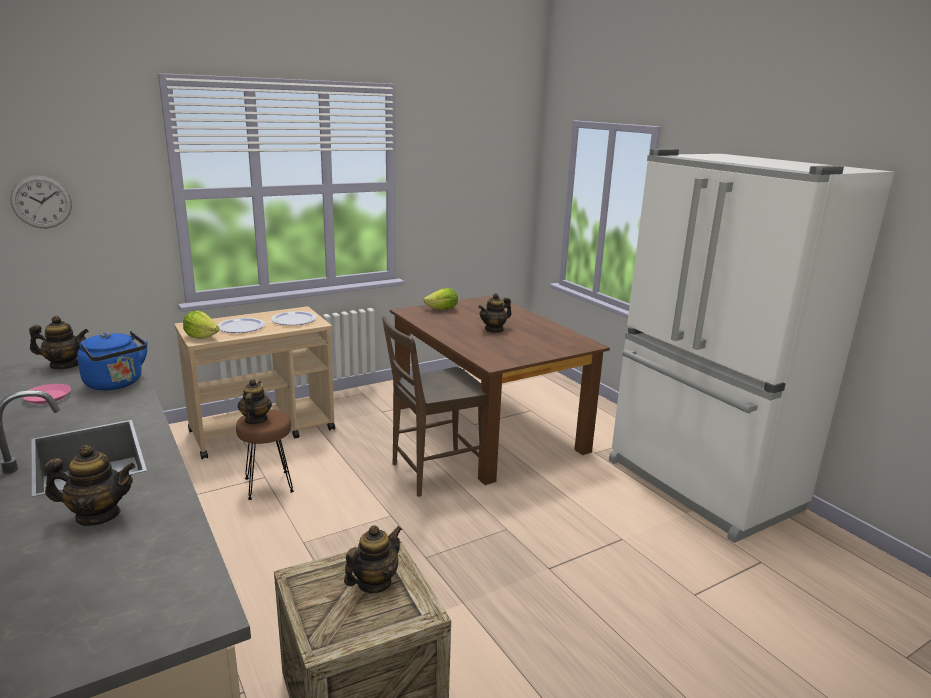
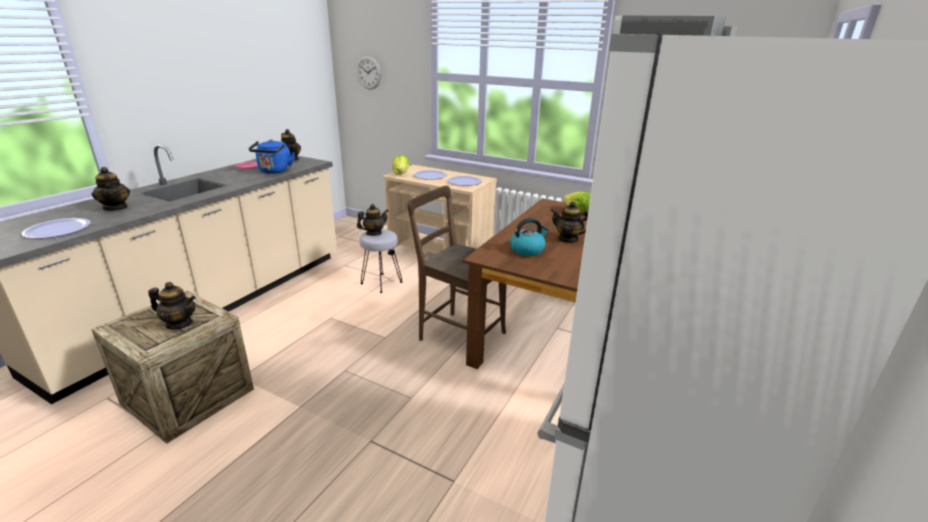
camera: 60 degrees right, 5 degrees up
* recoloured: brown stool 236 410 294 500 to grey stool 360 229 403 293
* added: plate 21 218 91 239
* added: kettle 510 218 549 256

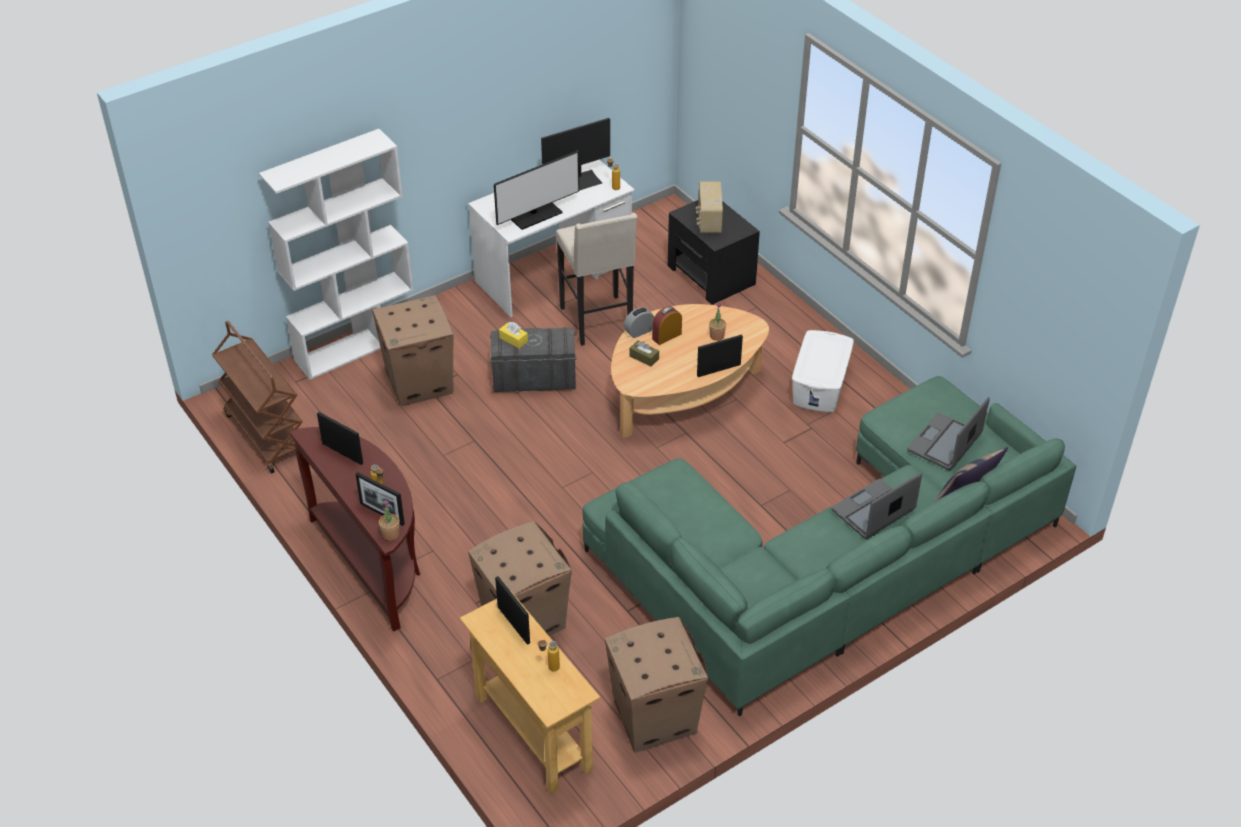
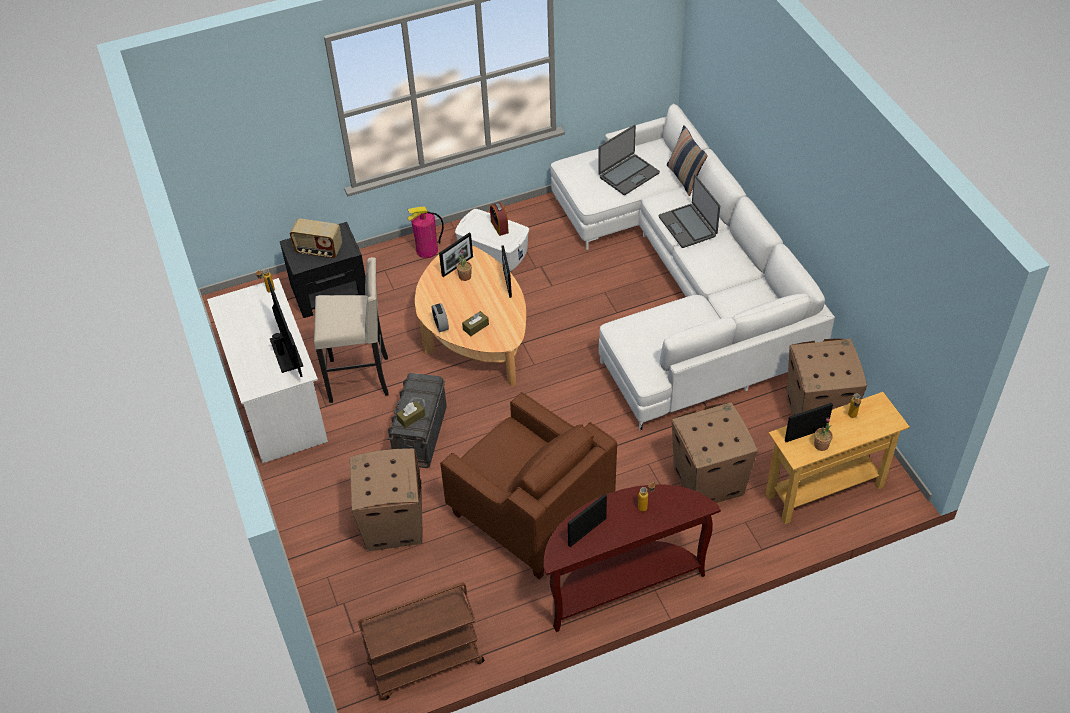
camera: 75 degrees left, 5 degrees up
* removed: white bookcase 259 129 414 380
* moved: picture frame 356 472 405 526 to 439 232 473 277
* moved: potted plant 379 499 399 541 to 814 417 833 451
* recoloured: yellow tissue box 499 322 528 348 to brown tissue box 396 401 425 428
* removed: monitor 541 118 610 191
* recoloured: green sofa 583 376 1076 717 to white sofa 550 104 835 430
* moved: alarm clock 652 306 682 345 to 490 202 509 236
* turned: laptop 907 397 990 470 = 598 125 660 195 90 degrees counterclockwise
* added: fire extinguisher 407 206 444 258
* added: brown armchair 440 392 617 579

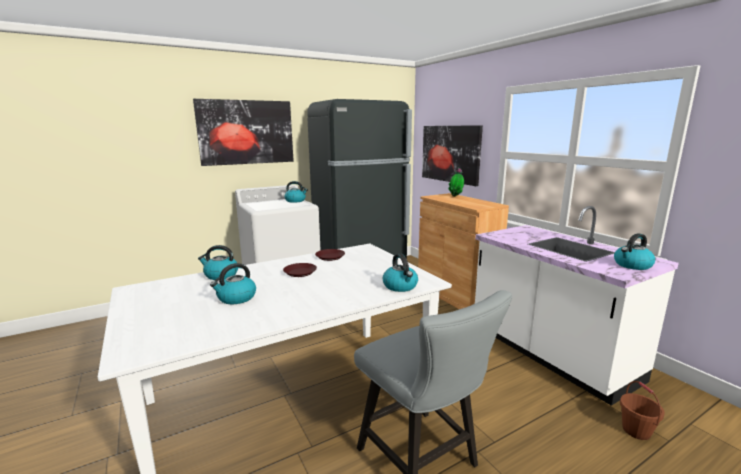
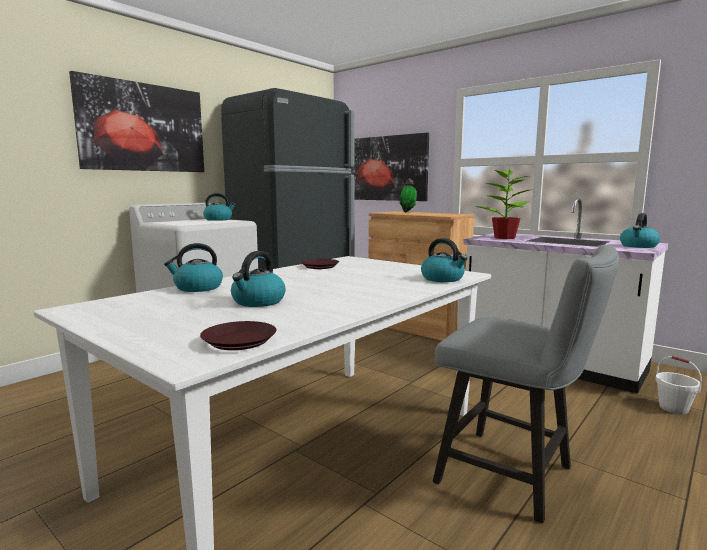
camera: 20 degrees left, 5 degrees down
* moved: brown plate 283 263 317 277 to 200 321 276 350
* recoloured: brown bucket 620 381 665 440 to white bucket 655 356 702 415
* added: potted plant 474 167 533 239

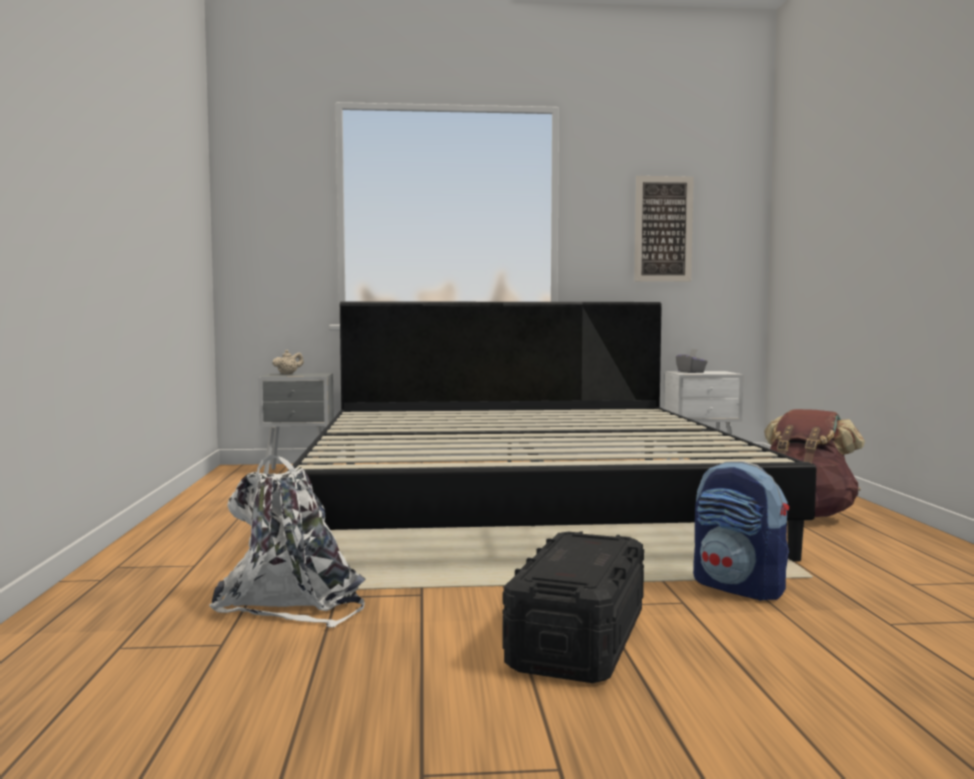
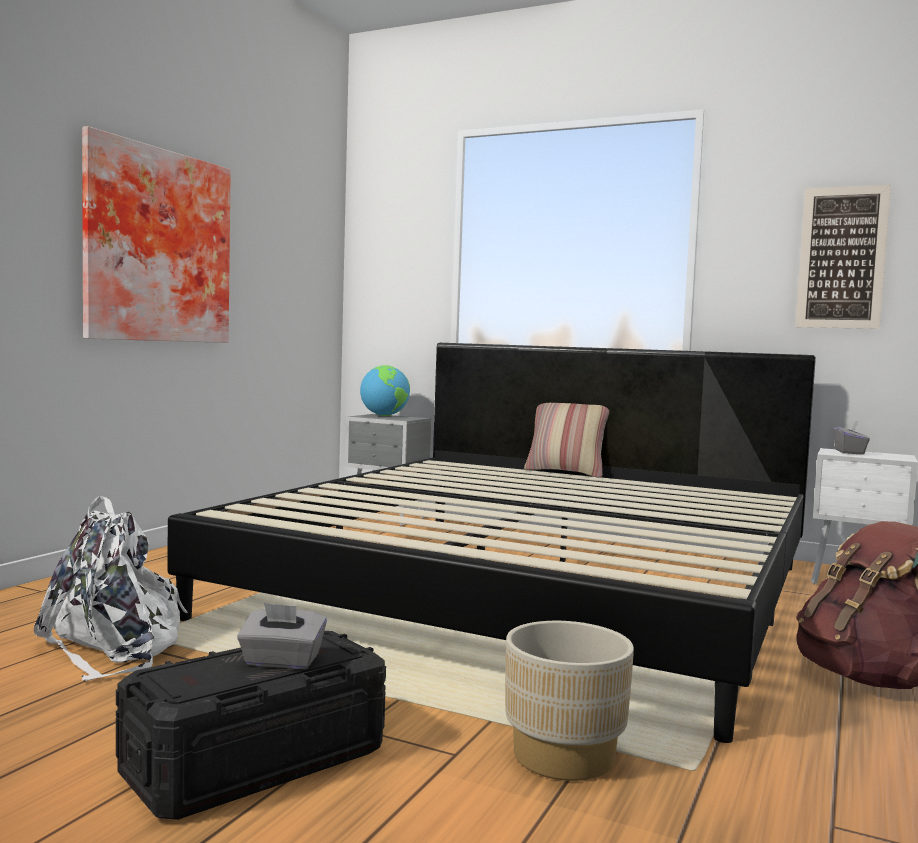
camera: 30 degrees right, 0 degrees up
* replaced: beige teapot 272 350 304 374 to globe 360 365 410 416
* replaced: backpack 693 461 789 601 to beige planter 505 621 634 781
* added: picture 82 126 231 343
* added: grey tissue box 237 603 327 669
* added: pillow 524 403 609 478

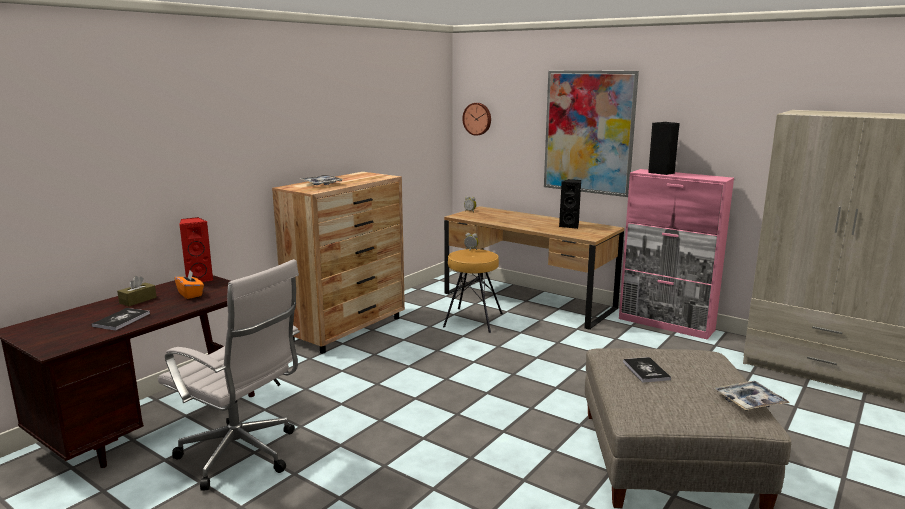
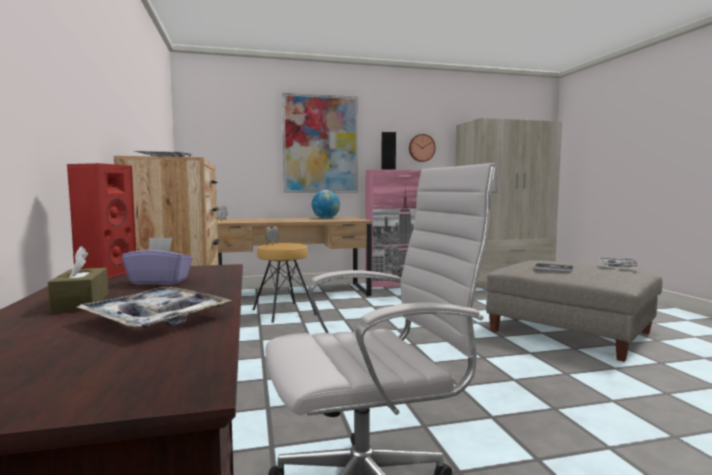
camera: 50 degrees left, 10 degrees down
* replaced: book 92 308 150 330 to tray 77 287 232 328
* recoloured: orange tissue box 174 270 204 299 to purple tissue box 122 237 193 285
* moved: wall clock 462 103 491 136 to 409 134 436 162
* replaced: black speaker 559 179 581 229 to globe 312 190 340 219

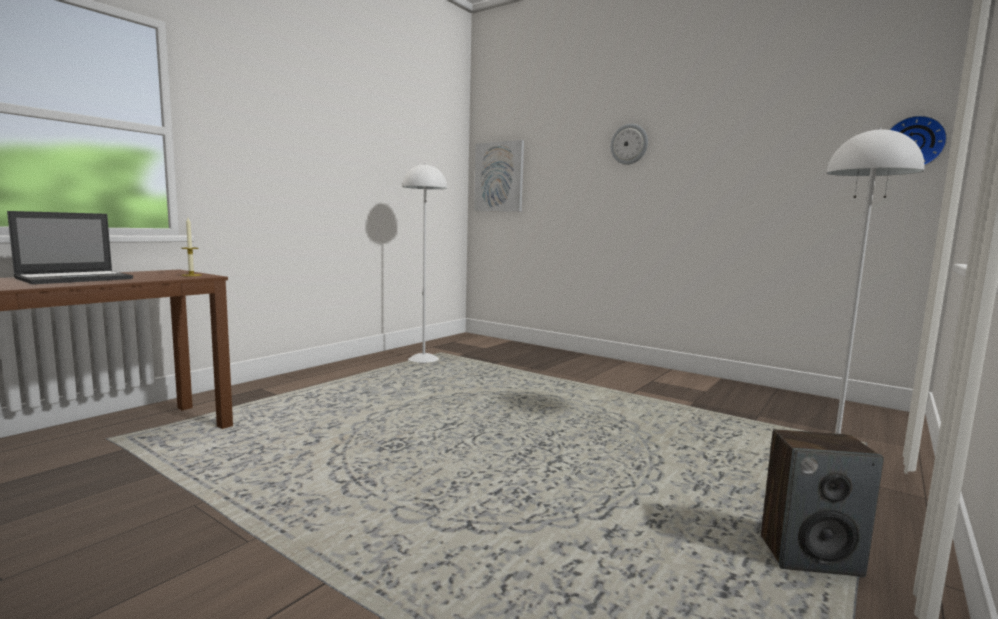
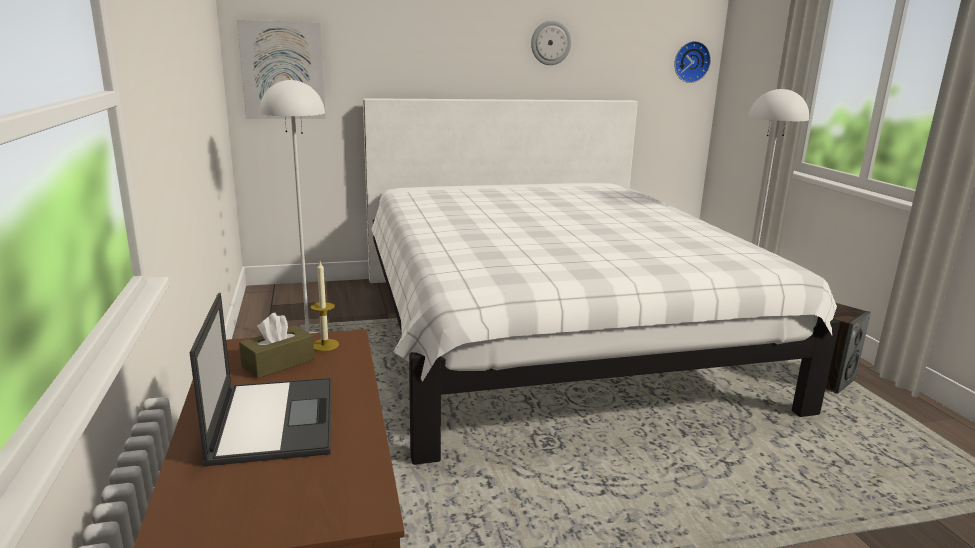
camera: 50 degrees left, 10 degrees up
* moved: wall clock 610 124 648 165 to 531 20 571 65
* added: brown tissue box 239 313 315 379
* added: white bed 363 98 840 465

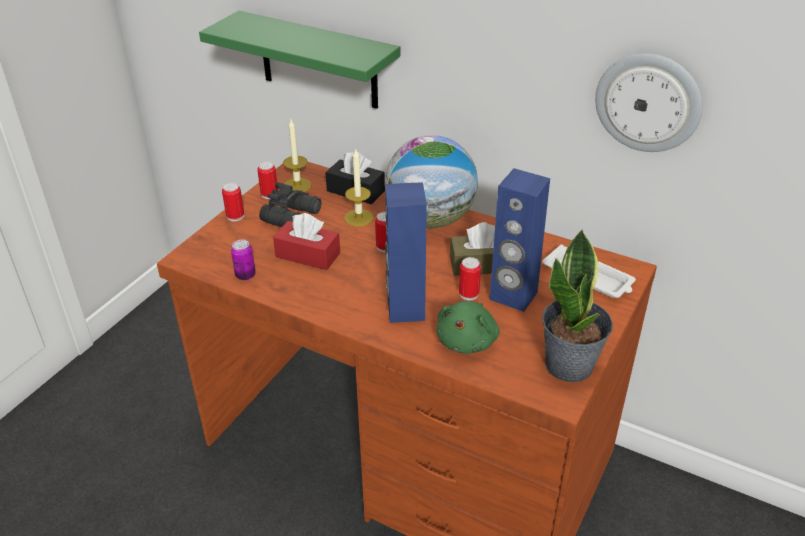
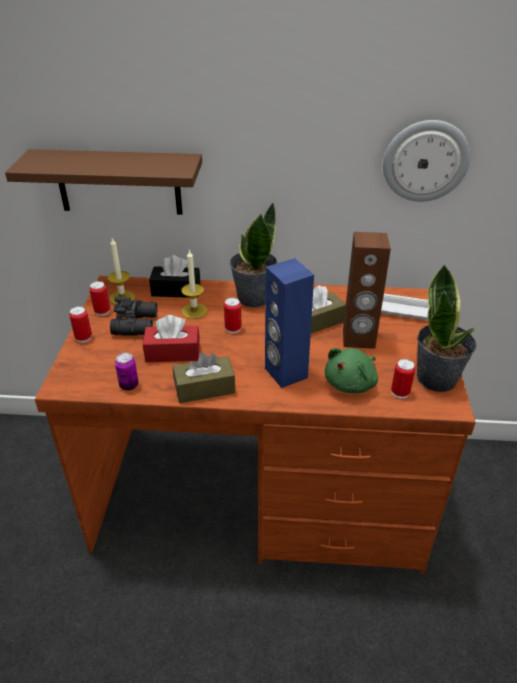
camera: 25 degrees left, 0 degrees up
* recoloured: green shelf 199 11 400 109 to brown shelf 5 149 202 215
* replaced: globe 385 135 478 228 to potted plant 230 202 278 308
* turned: green plush toy 436 301 499 354 = 325 348 378 393 45 degrees clockwise
* moved: can 459 257 481 300 to 391 359 415 398
* recoloured: blue speaker 489 168 550 312 to brown speaker 343 232 391 349
* added: brown tissue box 173 352 235 403

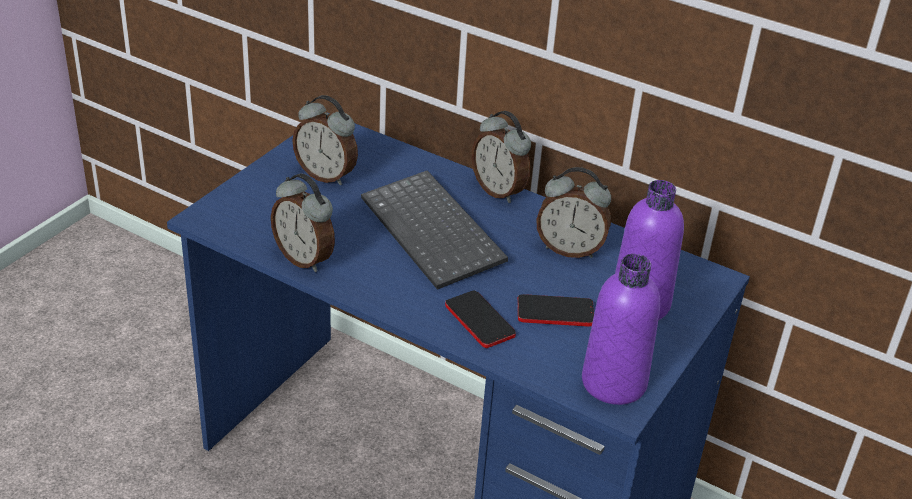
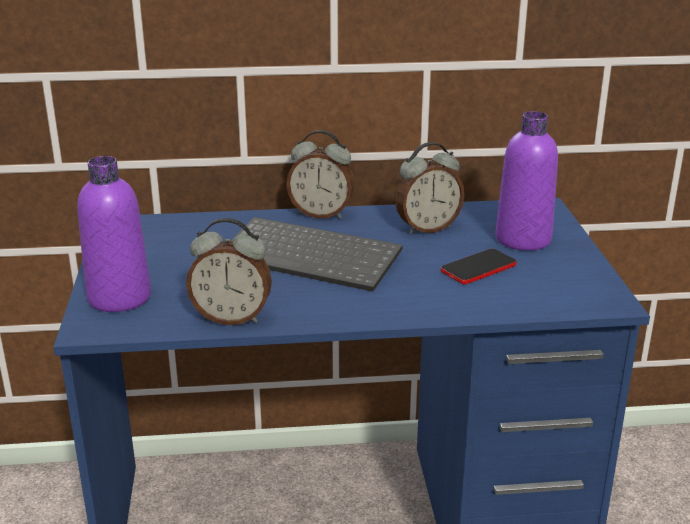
camera: 35 degrees left, 10 degrees down
* removed: alarm clock 292 95 358 185
* removed: phone 445 290 516 348
* moved: purple bottle 582 254 660 405 to 77 156 151 312

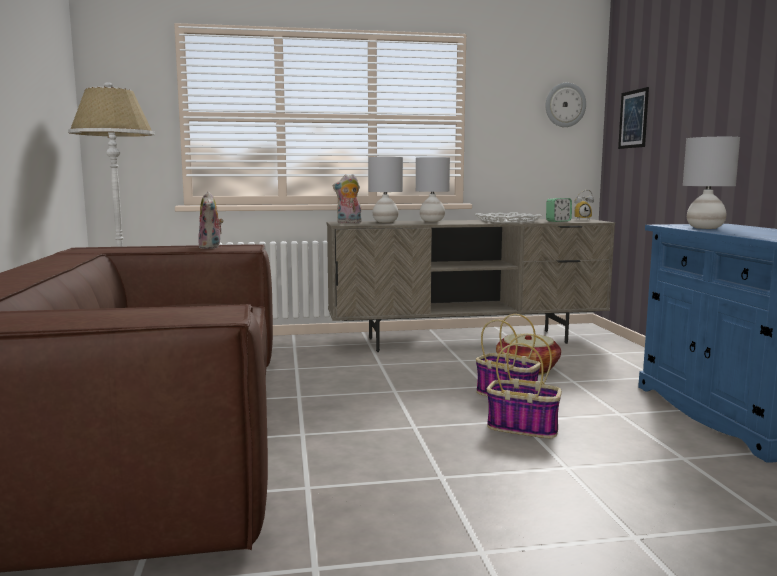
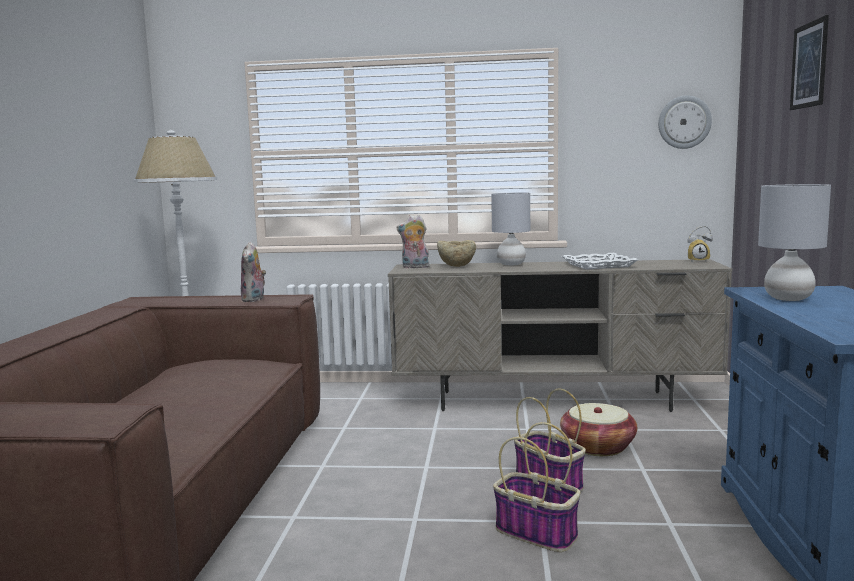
camera: 15 degrees right, 0 degrees up
* replaced: grey table lamp 368 157 403 223 to beige bowl 437 240 476 267
* removed: alarm clock 546 198 572 222
* moved: picture 618 87 649 149 to 790 15 829 110

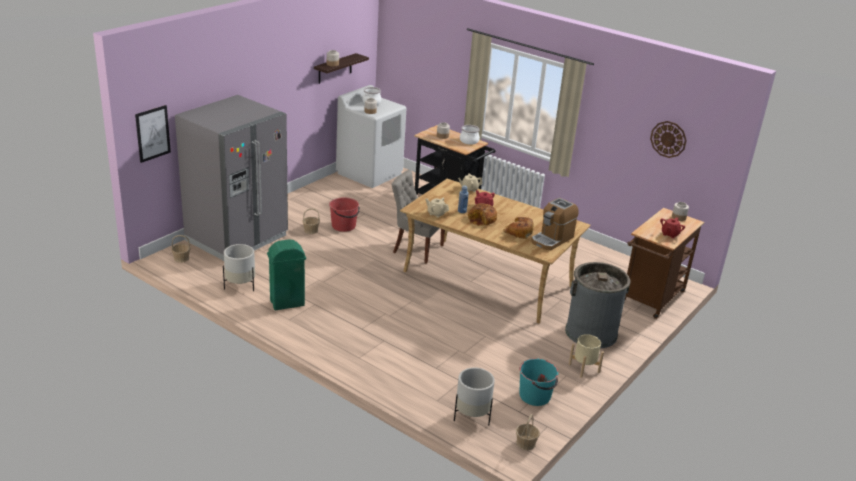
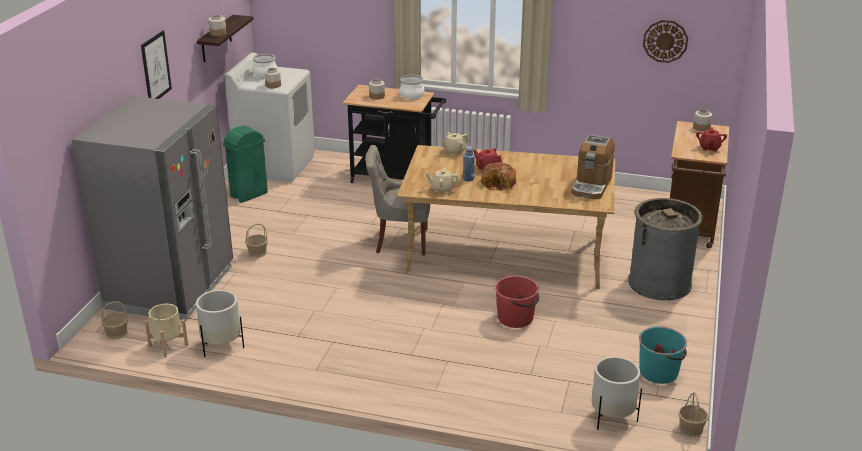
camera: 20 degrees left, 0 degrees up
* moved: picture 135 105 171 163 to 141 31 172 99
* moved: green trash can 267 239 306 310 to 223 125 268 203
* moved: red bucket 329 197 360 232 to 495 276 539 328
* removed: bread 503 217 534 239
* moved: beige planter 569 334 604 378 to 145 304 188 358

